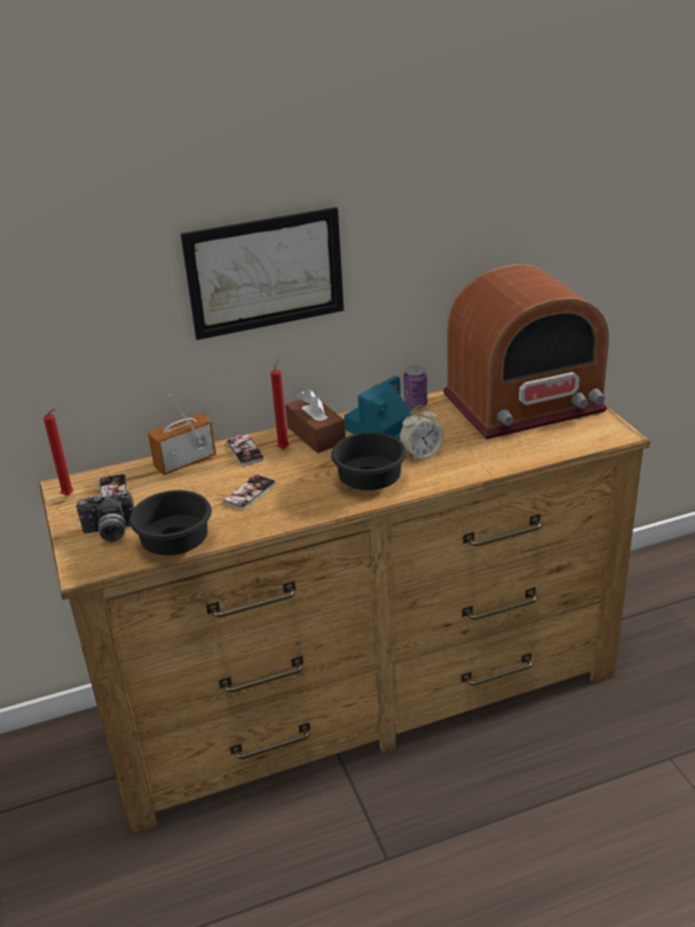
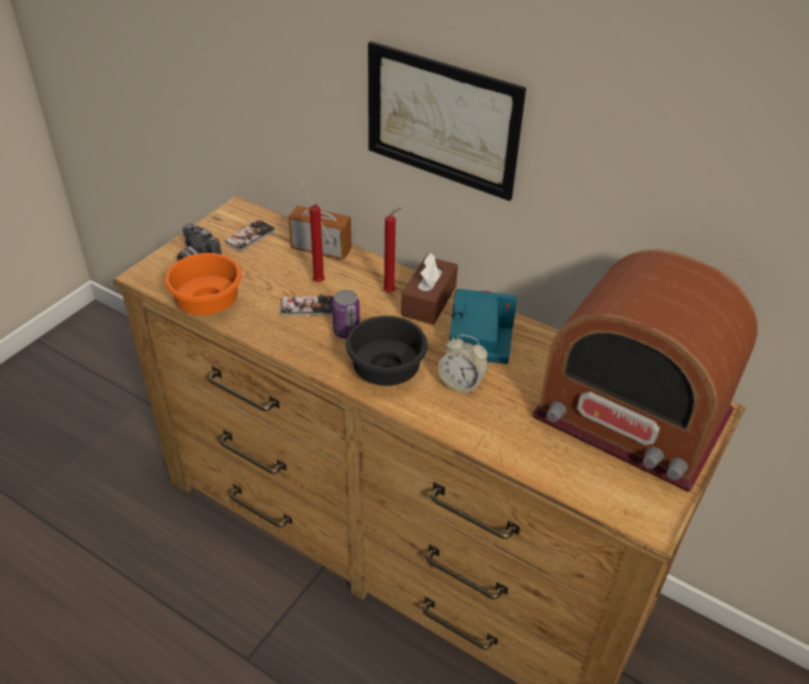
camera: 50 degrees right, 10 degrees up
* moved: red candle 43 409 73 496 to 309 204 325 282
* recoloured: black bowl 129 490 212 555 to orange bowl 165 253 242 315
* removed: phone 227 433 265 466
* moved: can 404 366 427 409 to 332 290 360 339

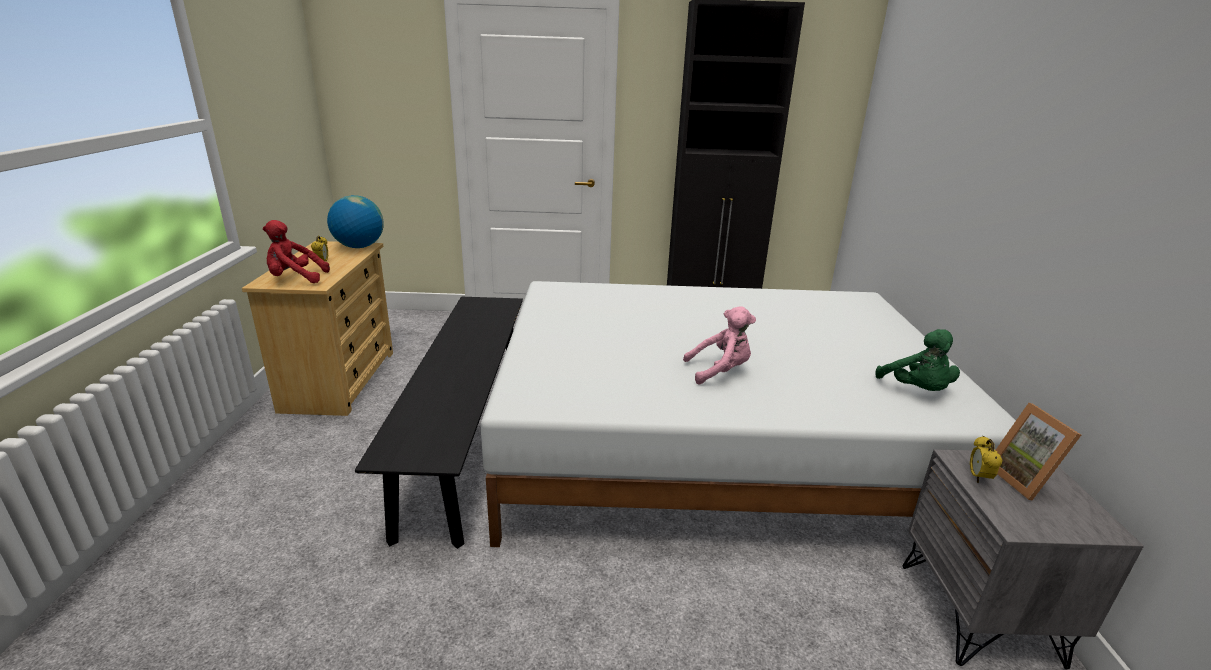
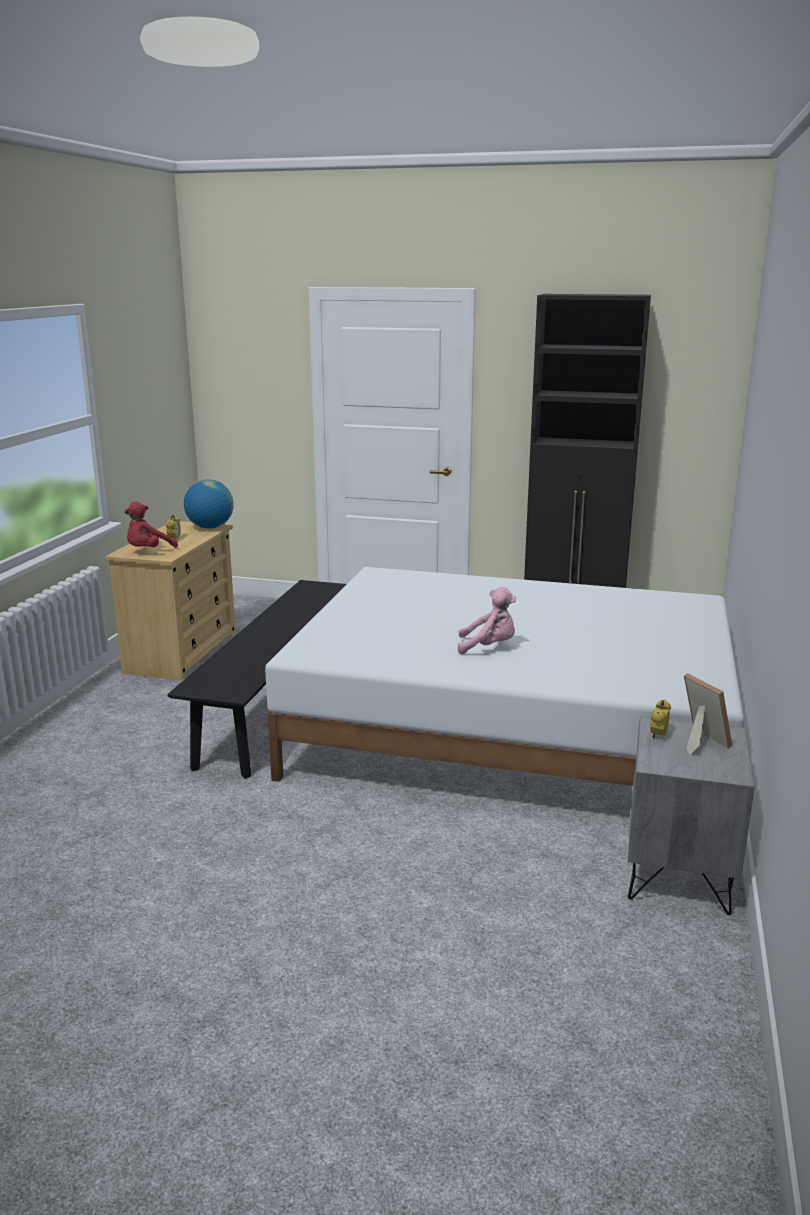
camera: 15 degrees right, 5 degrees down
* turned: red plush toy 263 220 330 283 = 125 501 178 548 60 degrees counterclockwise
* removed: green plush toy 875 329 960 391
* turned: picture frame 996 403 1081 500 = 684 673 732 755 150 degrees clockwise

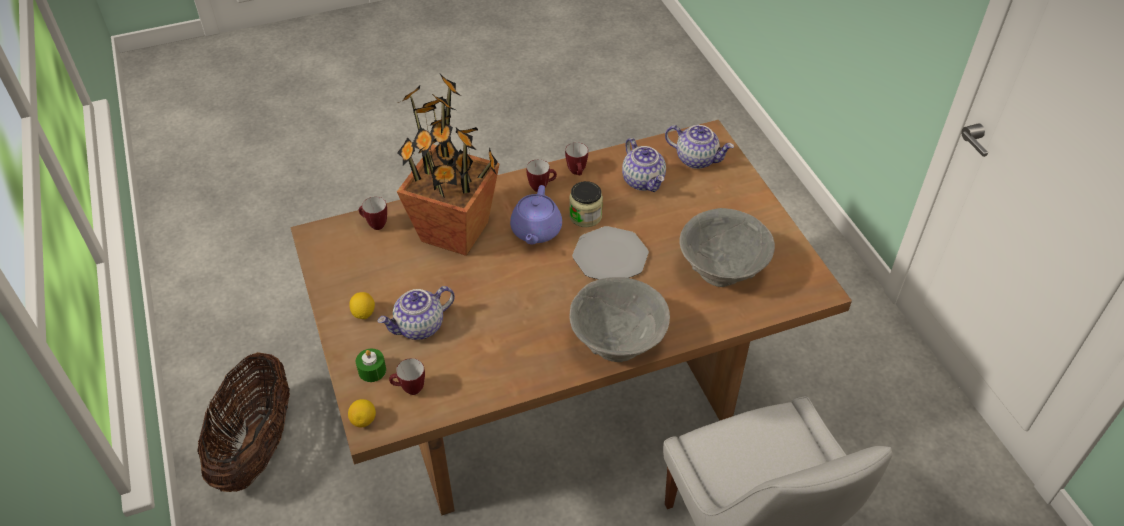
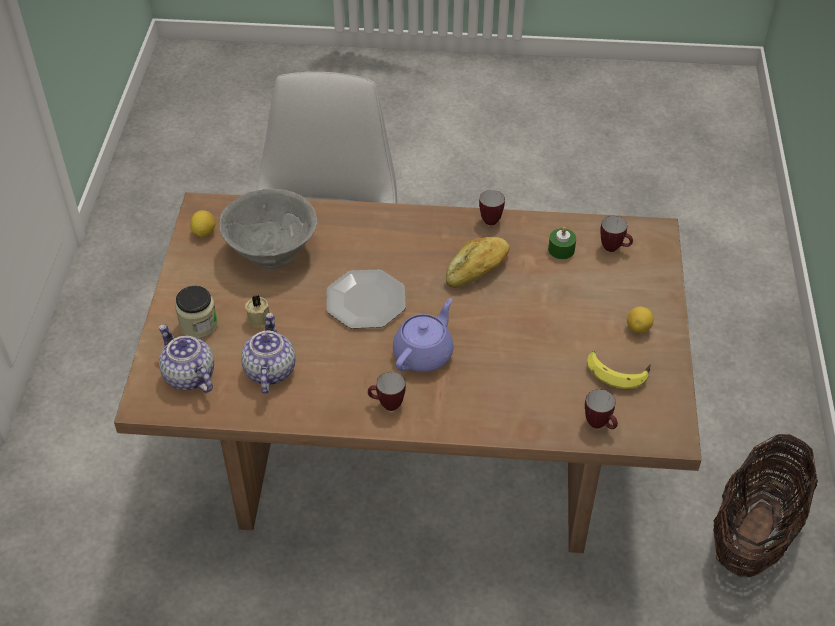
camera: 155 degrees left, 0 degrees up
* moved: lemon 348 399 376 427 to 190 210 215 237
* moved: green candle 356 349 386 382 to 548 227 576 259
* removed: teapot 377 286 455 340
* removed: potted plant 397 74 500 256
* moved: mug 565 142 588 175 to 479 190 505 225
* moved: jar 569 181 603 227 to 175 286 218 338
* removed: grey bowl 570 277 670 362
* added: beige candle 245 295 270 328
* added: bread 446 237 510 288
* added: banana 587 351 651 389

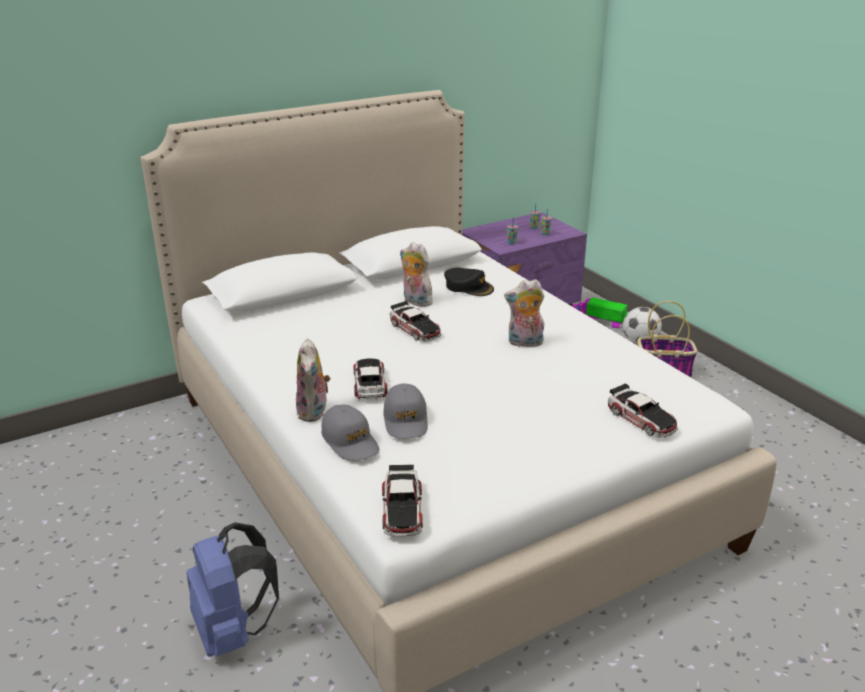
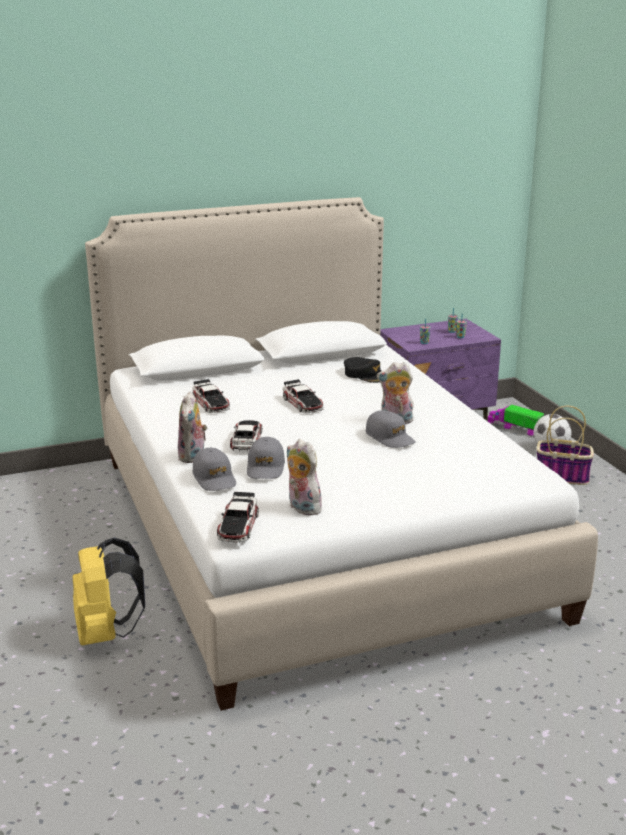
camera: 10 degrees right, 5 degrees down
* recoloured: blue backpack 186 522 279 657 to yellow backpack 73 538 145 645
* moved: plush toy 400 242 434 307 to 286 439 322 516
* moved: toy car 608 383 677 438 to 192 379 230 413
* added: grey cap 366 410 416 448

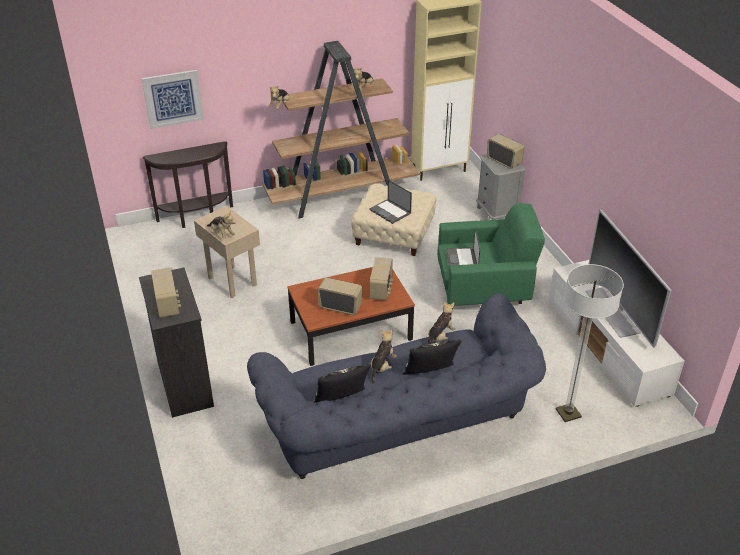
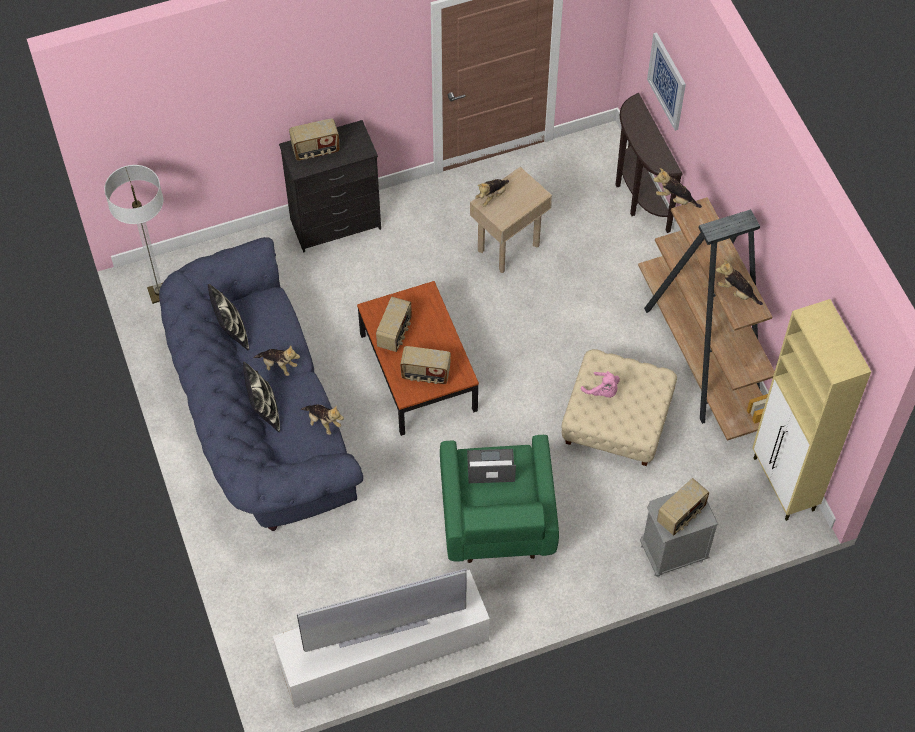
camera: 90 degrees right, 20 degrees up
* replaced: laptop 369 180 412 224 to pink plush toy 581 371 620 398
* moved: floor lamp 556 264 624 422 to 104 165 163 304

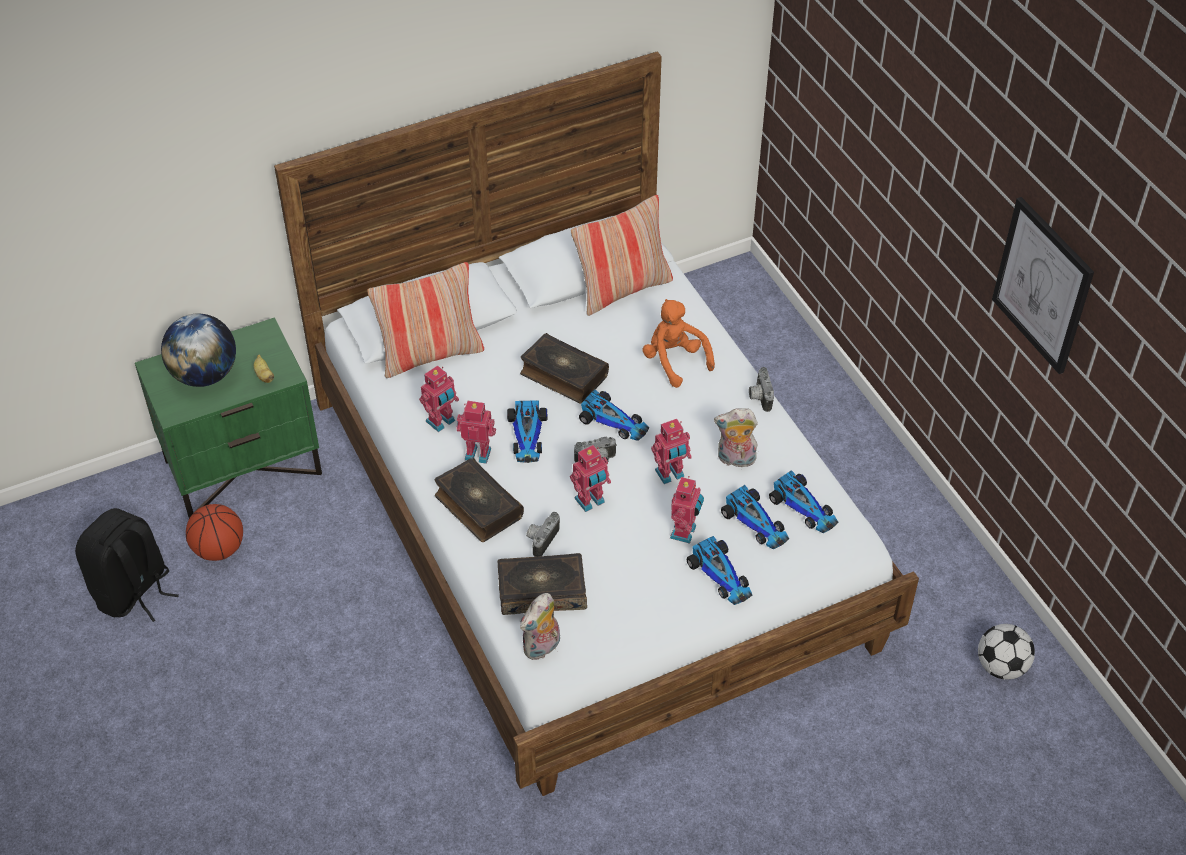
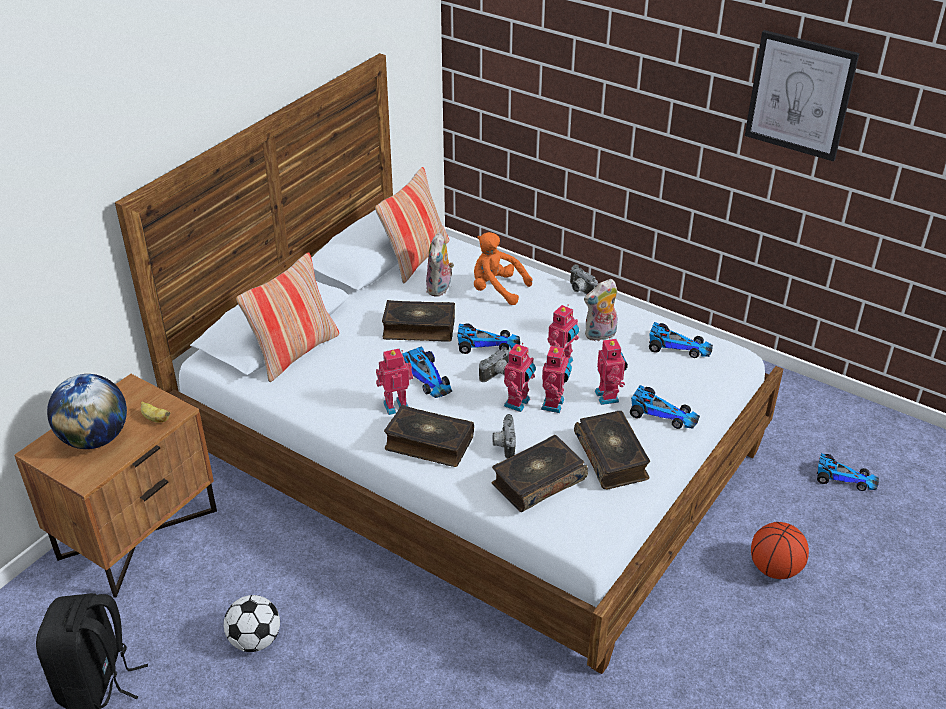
camera: 30 degrees left, 10 degrees down
* recoloured: green nightstand 135 317 322 518 to brown nightstand 14 374 217 598
* moved: basketball 186 504 243 561 to 751 522 809 579
* moved: toy robot 419 365 459 432 to 541 344 572 413
* moved: plush toy 520 593 560 660 to 426 233 454 297
* moved: toy car 721 485 789 549 to 817 453 879 491
* moved: football 978 624 1035 680 to 224 595 280 652
* added: book 574 411 650 489

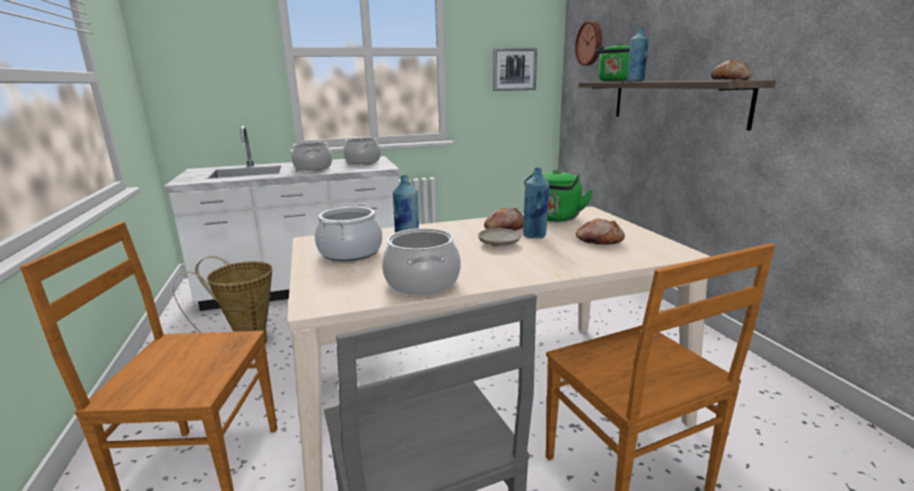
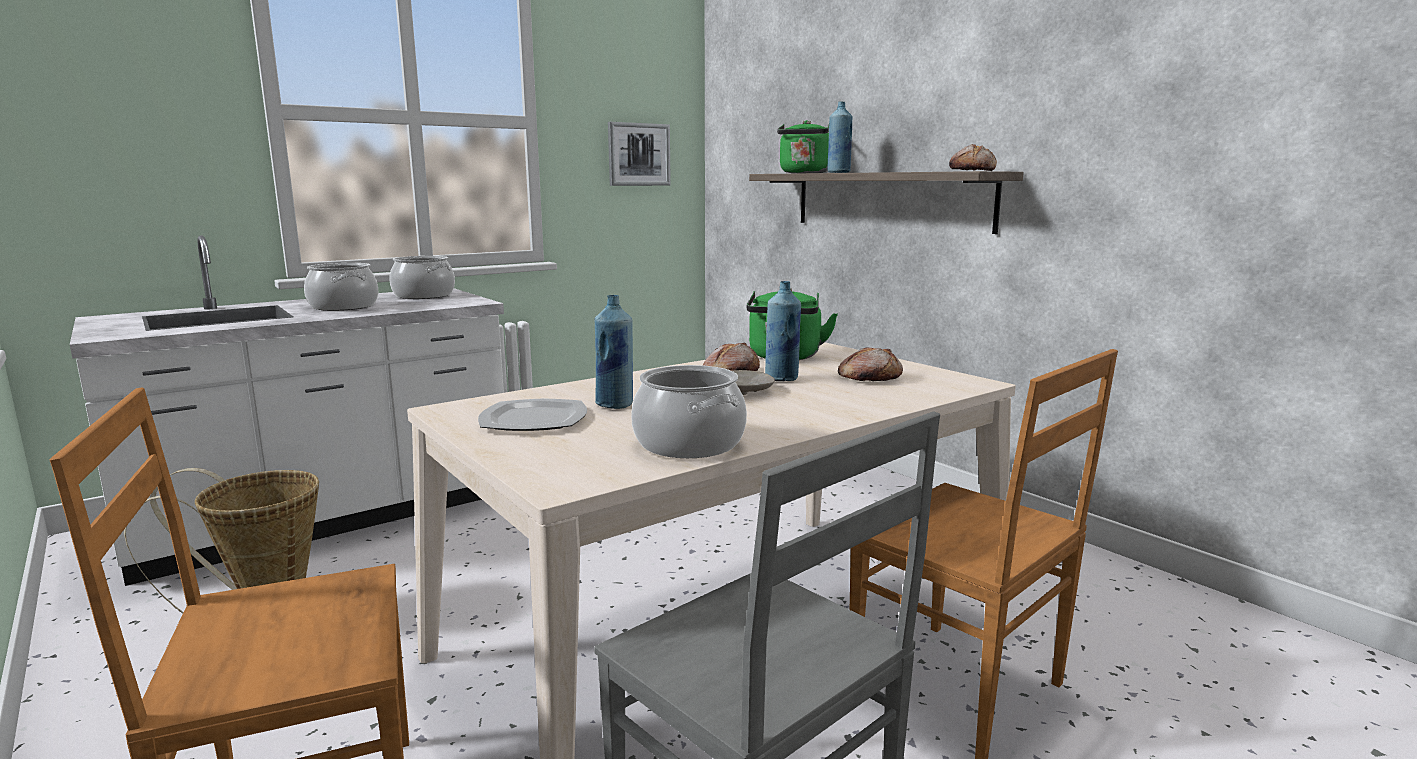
camera: 20 degrees left, 5 degrees down
* replaced: cooking pot 315 203 382 262 to plate 478 399 587 431
* removed: wall clock 575 21 602 66

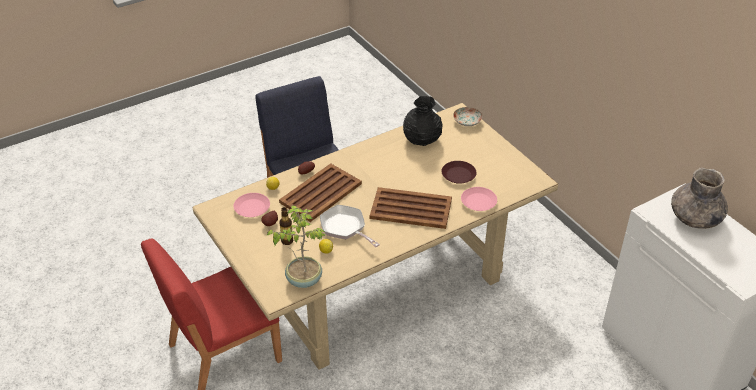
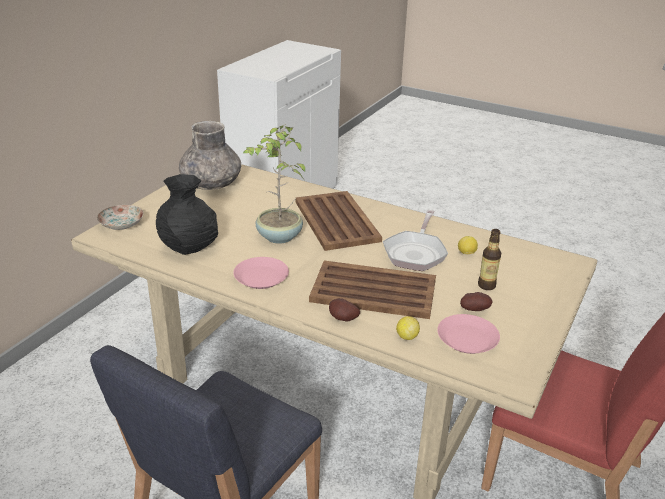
camera: 120 degrees left, 10 degrees down
* moved: potted plant 267 205 326 288 to 243 124 305 244
* removed: brown plate 442 161 477 184
* moved: pink plate 461 187 497 211 to 233 257 289 289
* moved: grey vase 671 168 728 229 to 179 121 241 190

